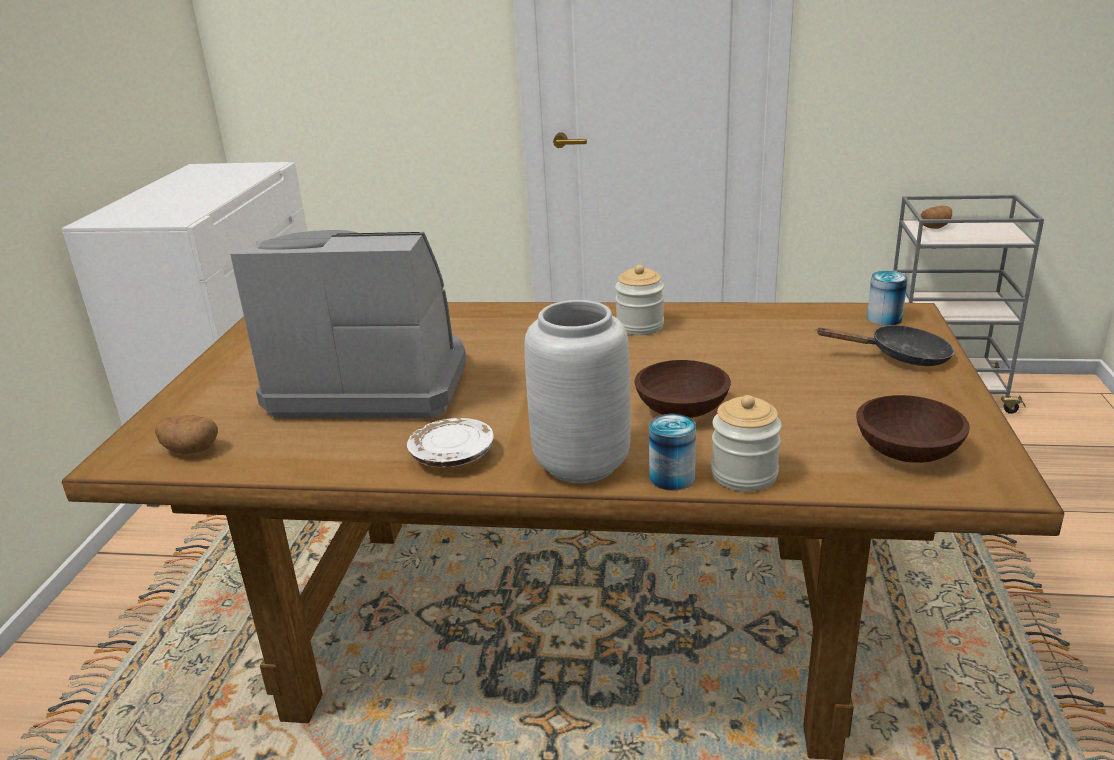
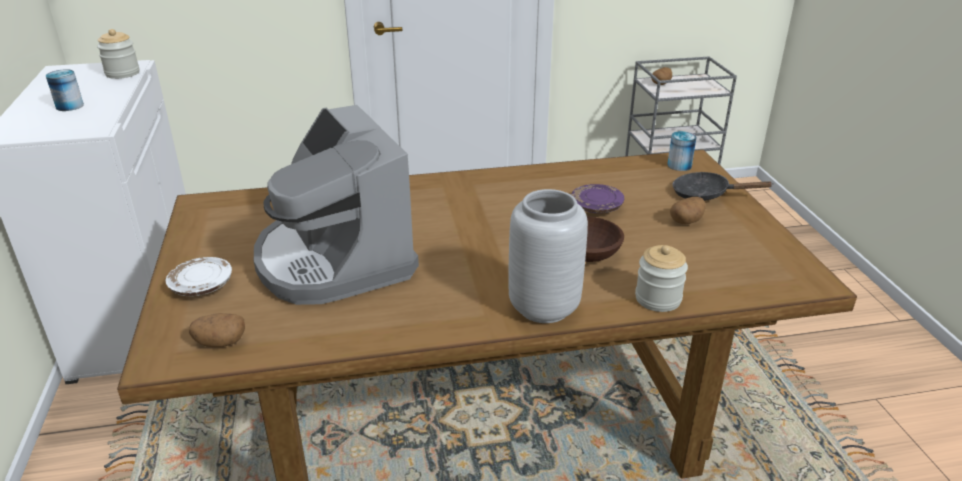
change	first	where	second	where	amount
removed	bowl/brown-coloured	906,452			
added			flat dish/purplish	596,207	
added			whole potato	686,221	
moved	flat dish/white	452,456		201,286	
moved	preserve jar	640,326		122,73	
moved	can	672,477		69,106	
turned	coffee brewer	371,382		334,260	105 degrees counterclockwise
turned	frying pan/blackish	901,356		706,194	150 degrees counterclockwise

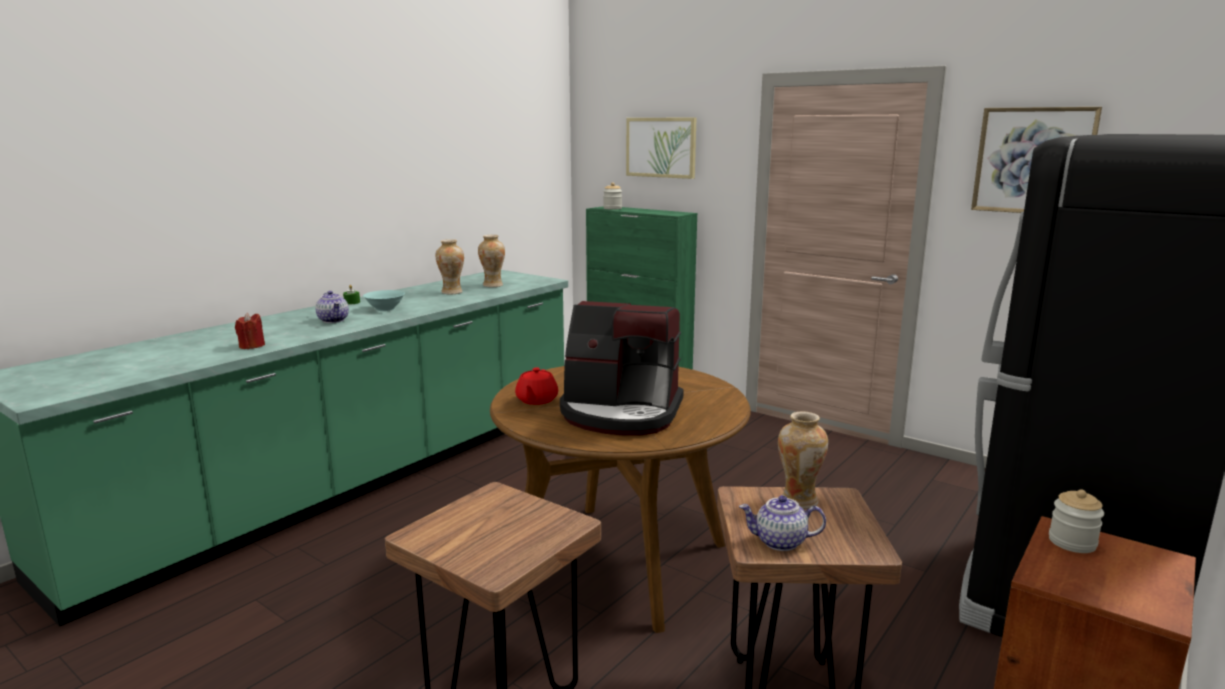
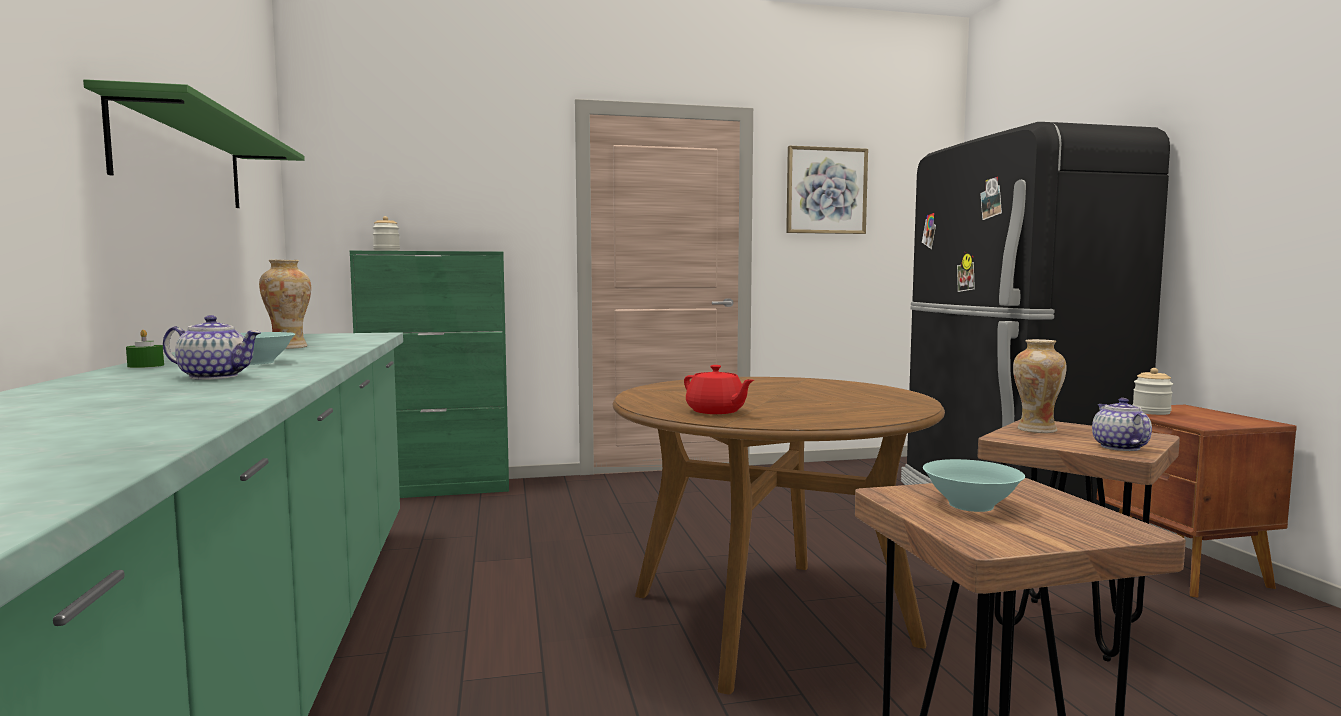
change	first	where	second	where	amount
removed	wax light/reddish	251,346			
removed	vase	493,285			
removed	coffee brewer	621,413			
removed	wall art	661,147			
added			wall shelf/greenish	182,159	
added			bowl/turquoise	970,505	
turned	tea pot	779,542		1119,447	135 degrees clockwise

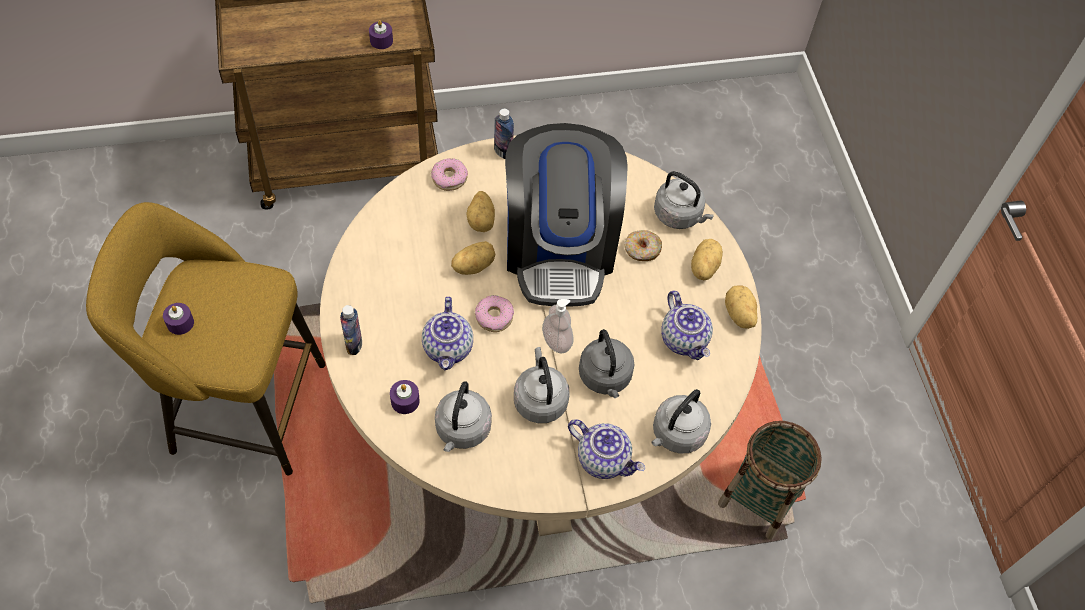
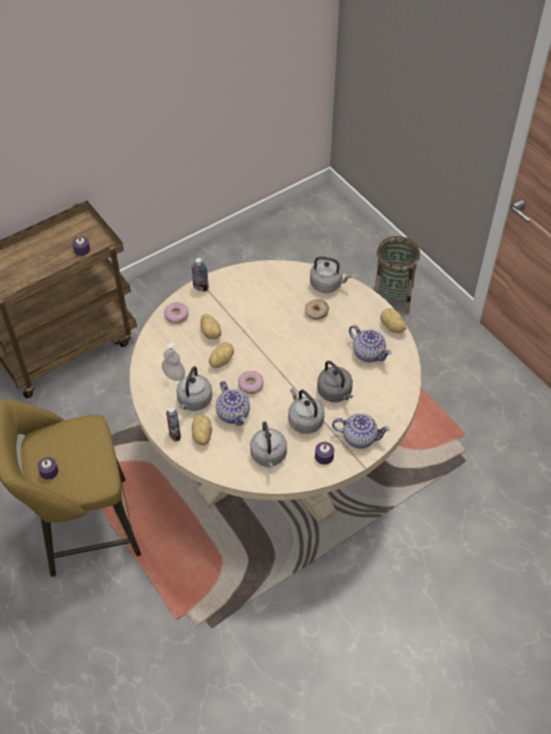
change	first	where	second	where	amount
removed	coffee brewer	559,248			
moved	wax light/purplish	405,401		324,456	
moved	soap dispenser	556,341		174,375	
moved	tea kettle/gray	676,435		194,401	
moved	whole potato	703,267		201,436	
moved	storage basket	759,499		392,297	

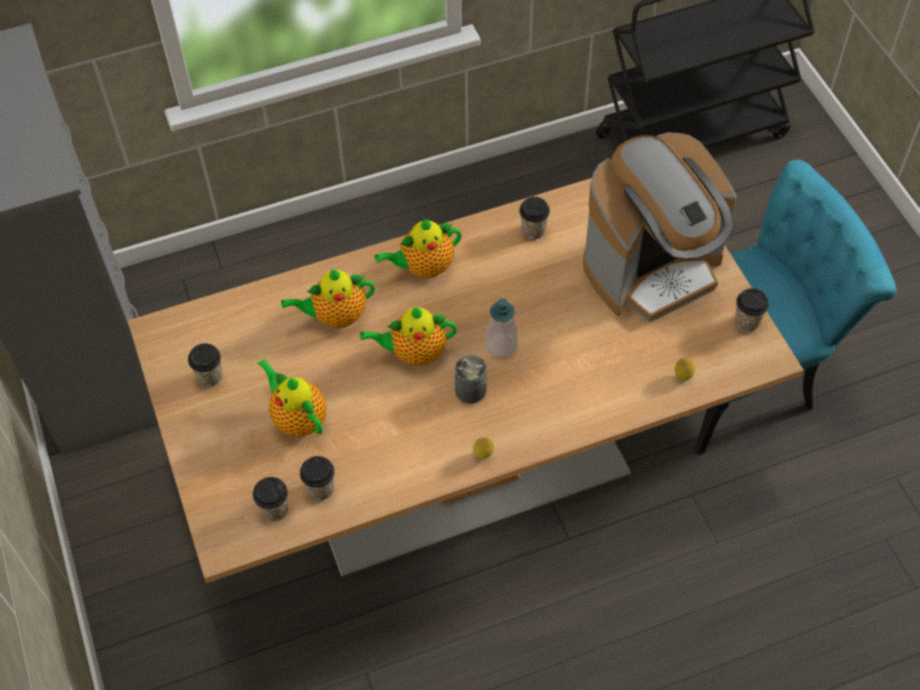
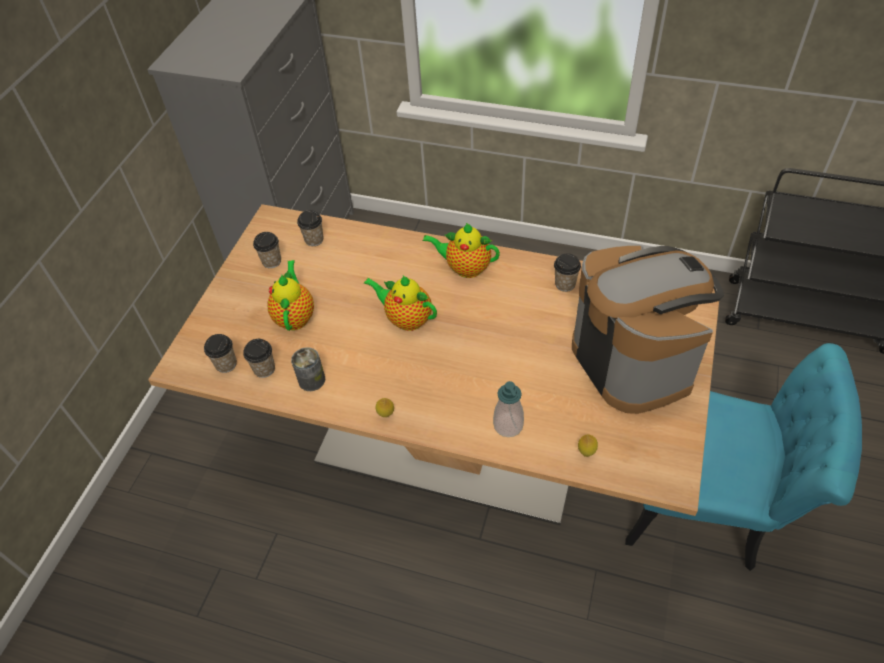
change	first	where	second	where	amount
removed	tea pot	336,316			
moved	can	470,390		311,380	
moved	soap dispenser	501,345		508,425	
moved	small cup	746,322		314,240	
turned	coffee brewer	653,269		633,360	120 degrees counterclockwise

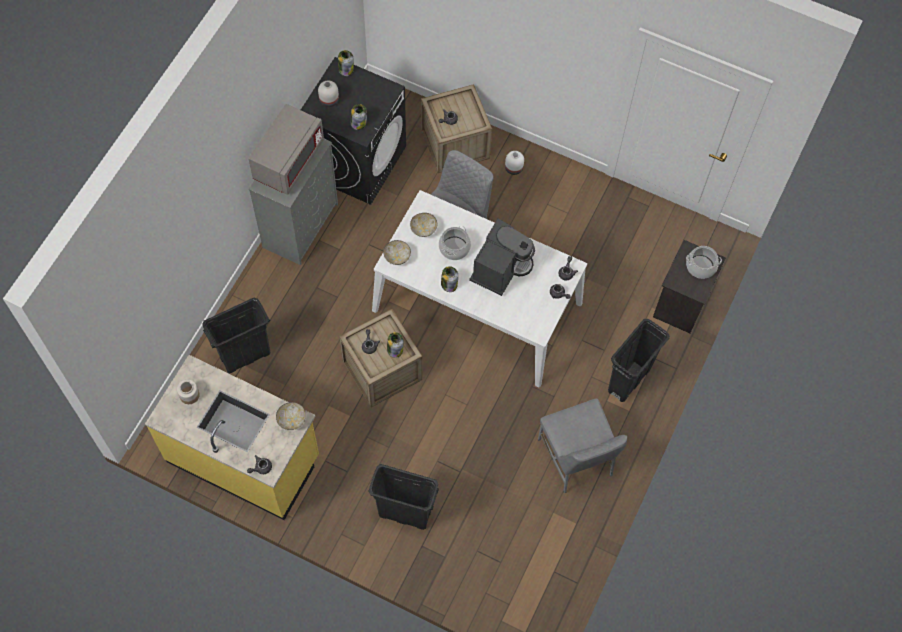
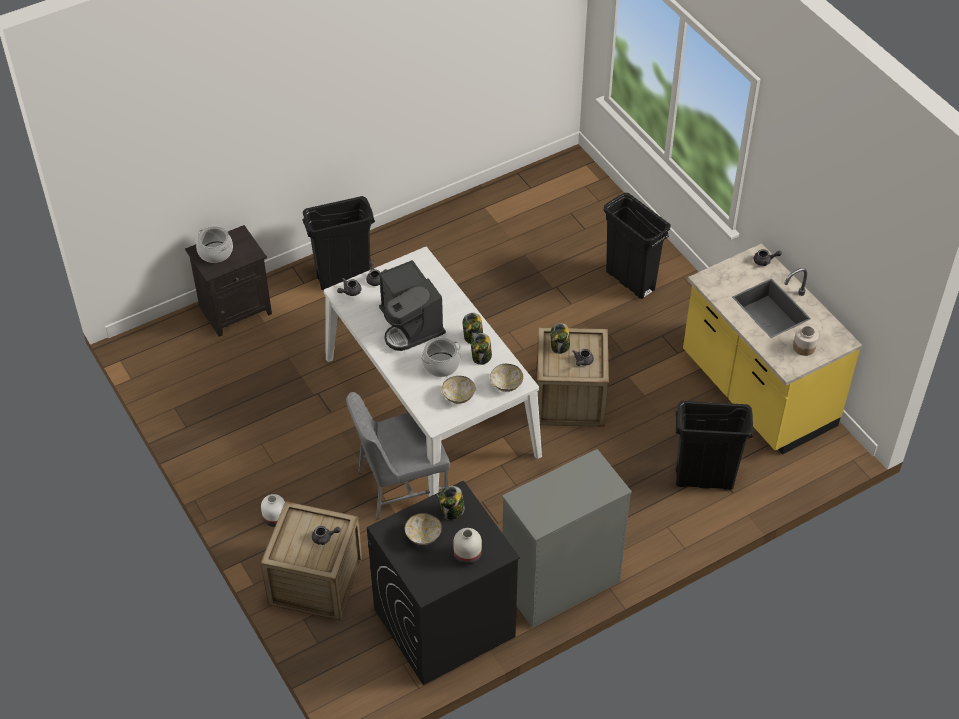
change	first	where	second	where	amount
removed	microwave/gray	289,161			
removed	upright chair/gray	576,458			
moved	bowl	291,420		424,536	
moved	preserve jar	345,69		481,357	
turned	coffee brewer	500,268		410,325	90 degrees counterclockwise

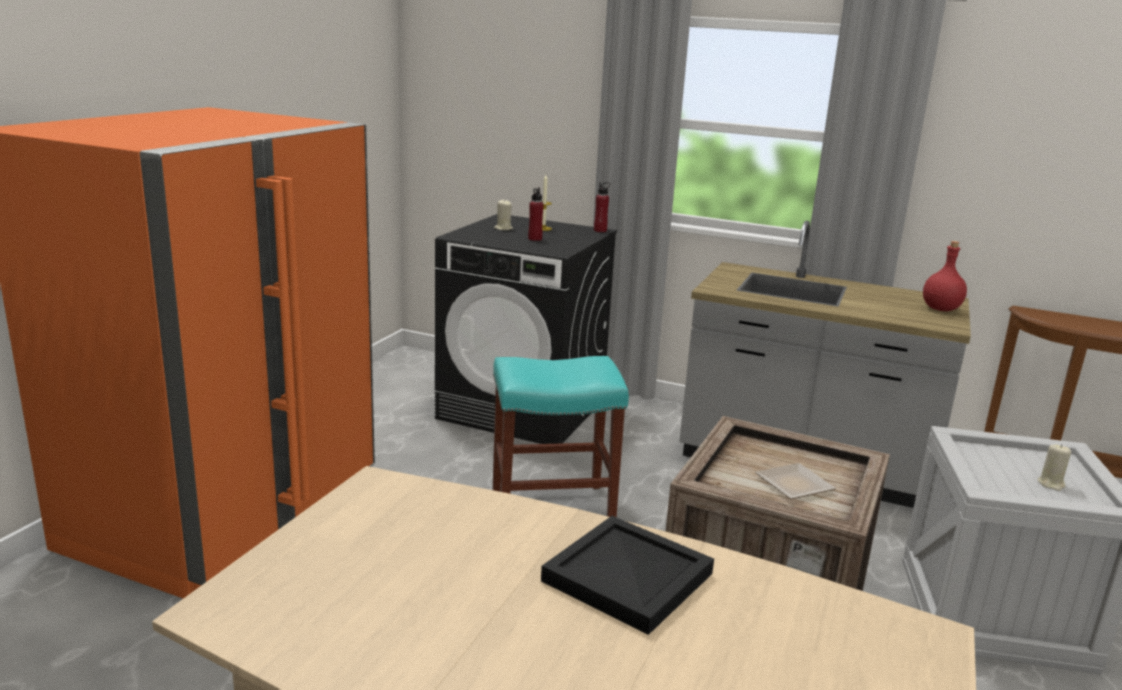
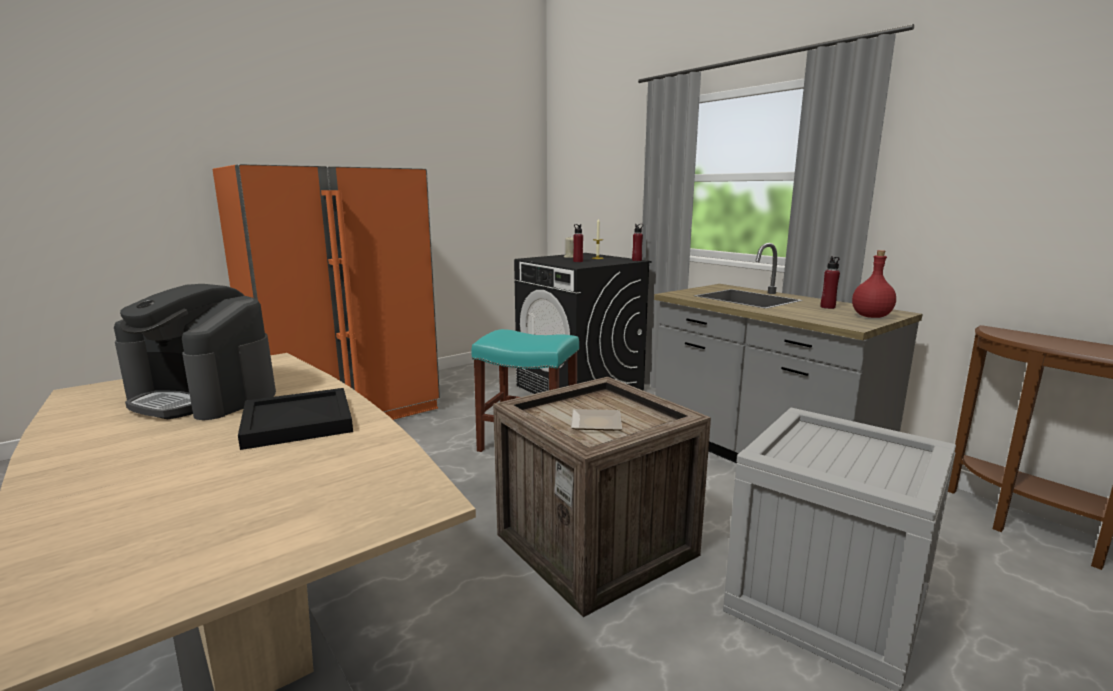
change	first	where	second	where	amount
removed	wax light/beige	1051,484			
added			coffee brewer	204,397	
added			drink bottle/reddish	827,307	

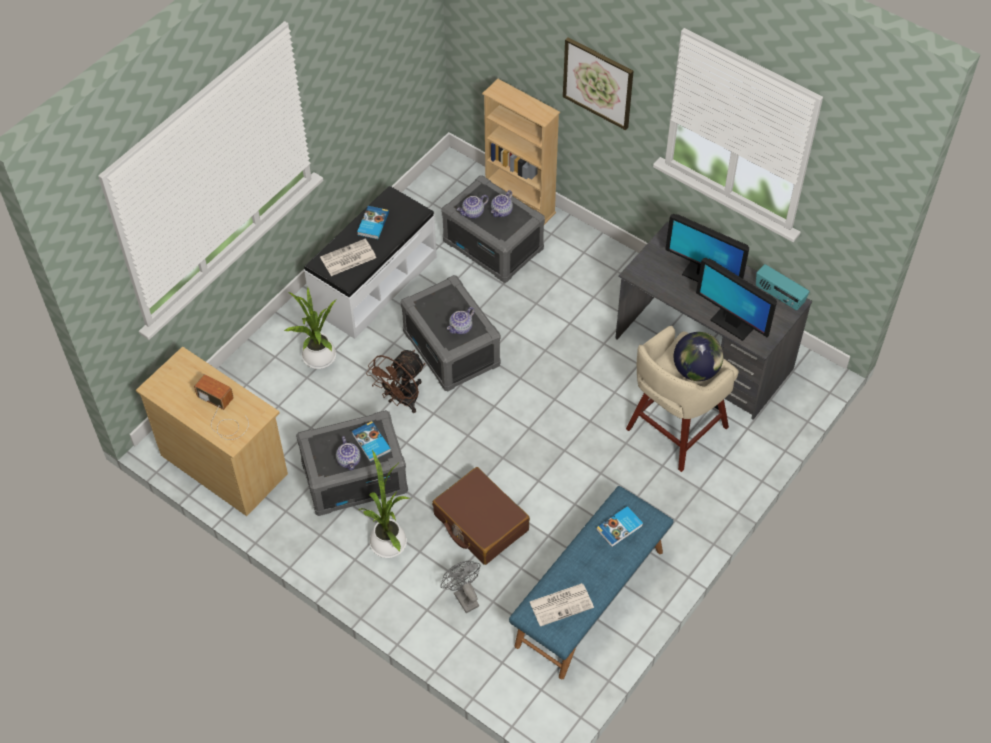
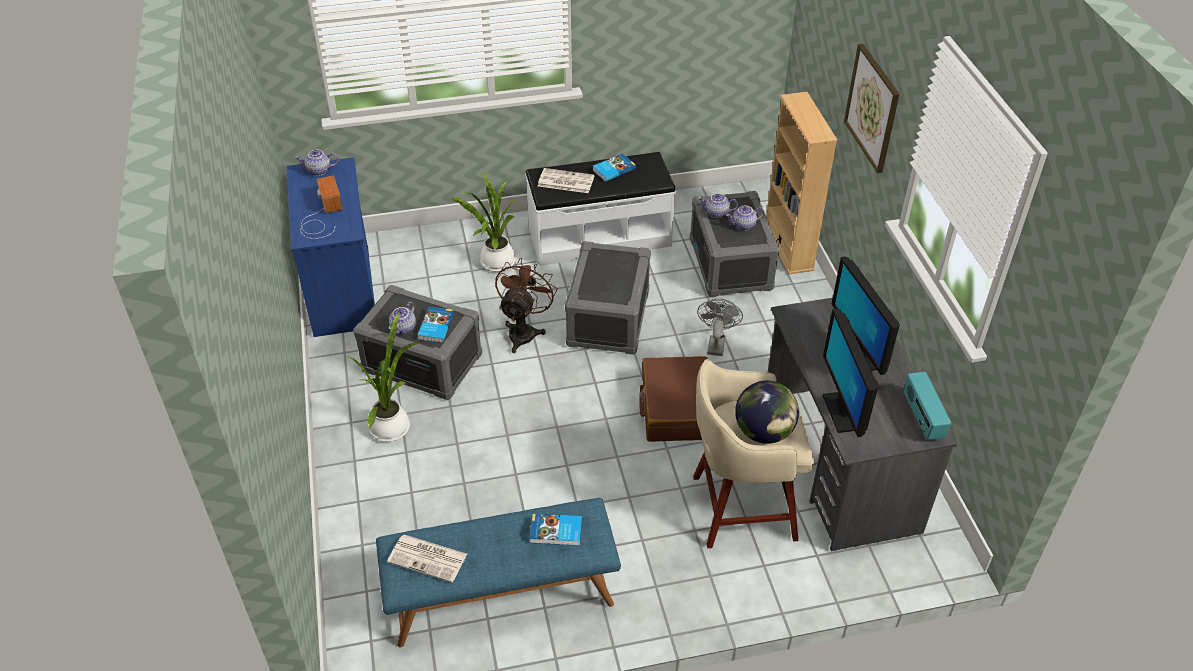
change	first	where	second	where	amount
moved	suitcase/brown-coloured	480,523		676,408	
moved	fan/gray	463,596		716,343	
moved	tea pot	461,327		319,170	
recoloured	dresser/beige	223,464	dresser/blue-coloured	342,291	
turned	fan/brown-coloured	402,400		524,331	120 degrees clockwise

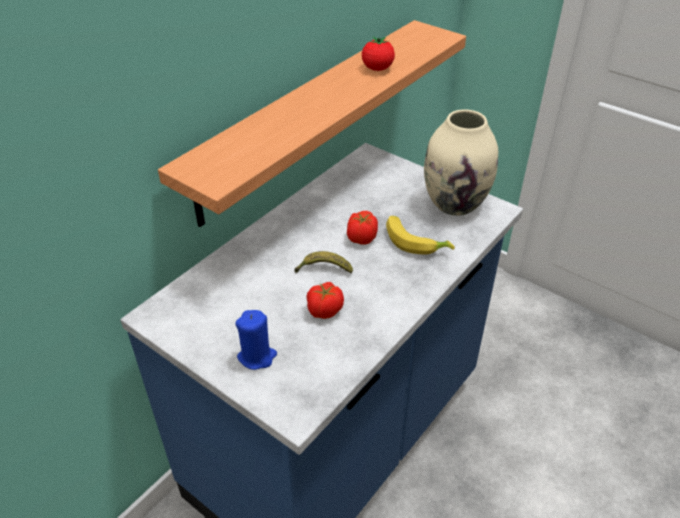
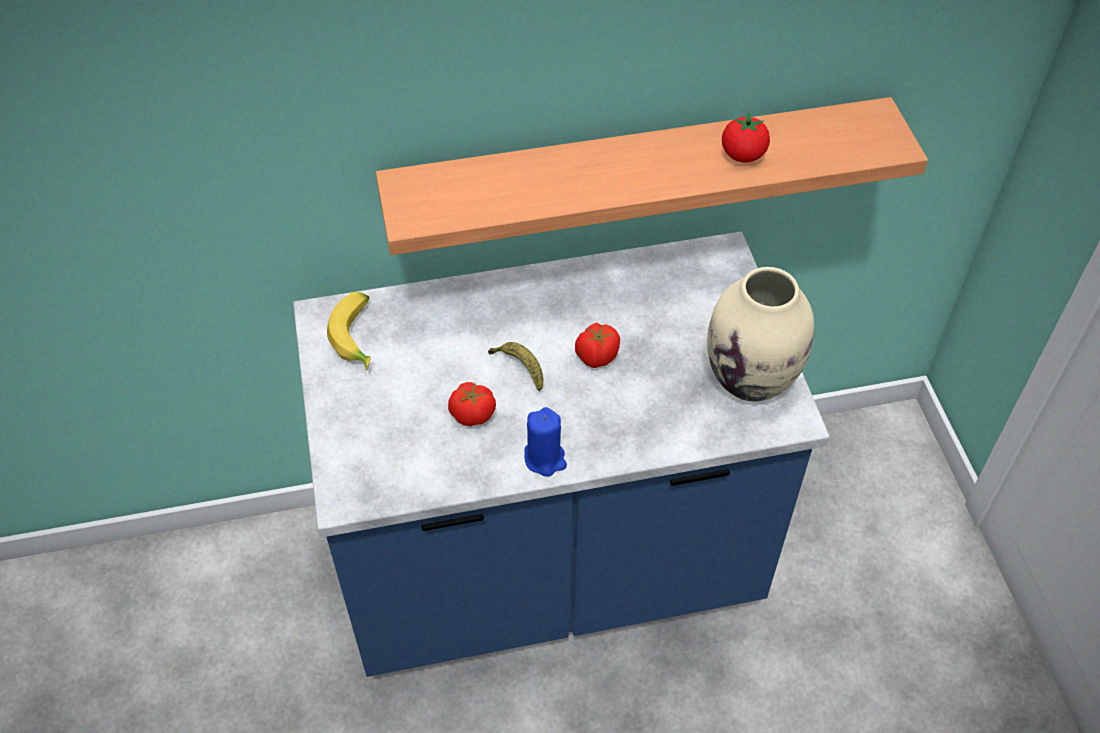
change	first	where	second	where	amount
moved	wax light/blue-coloured	257,356		545,458	
moved	banana fruit	415,241		359,337	

